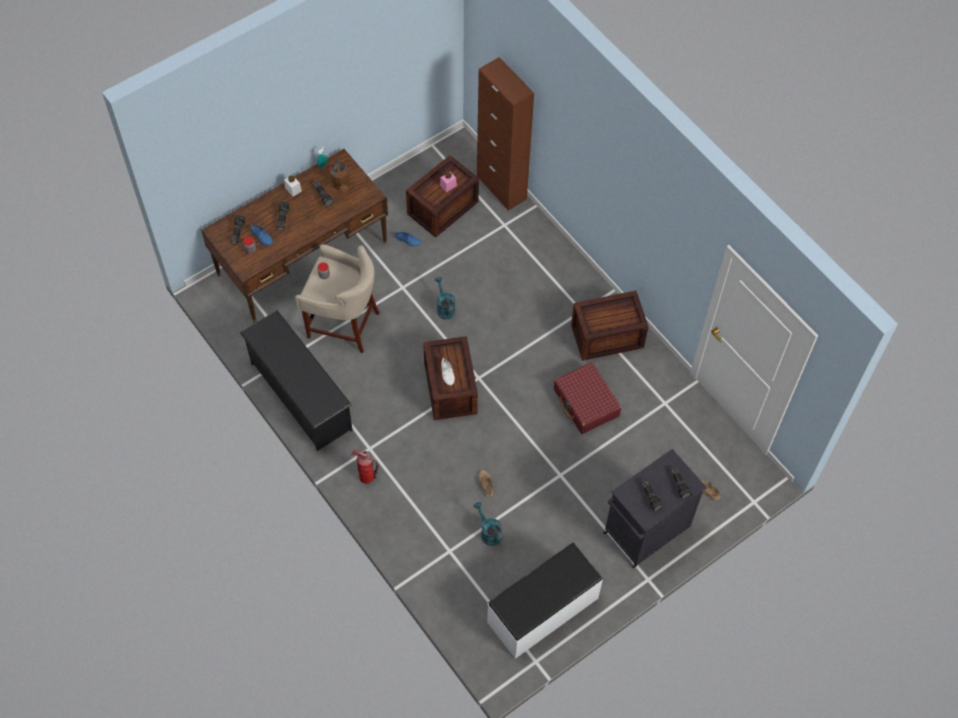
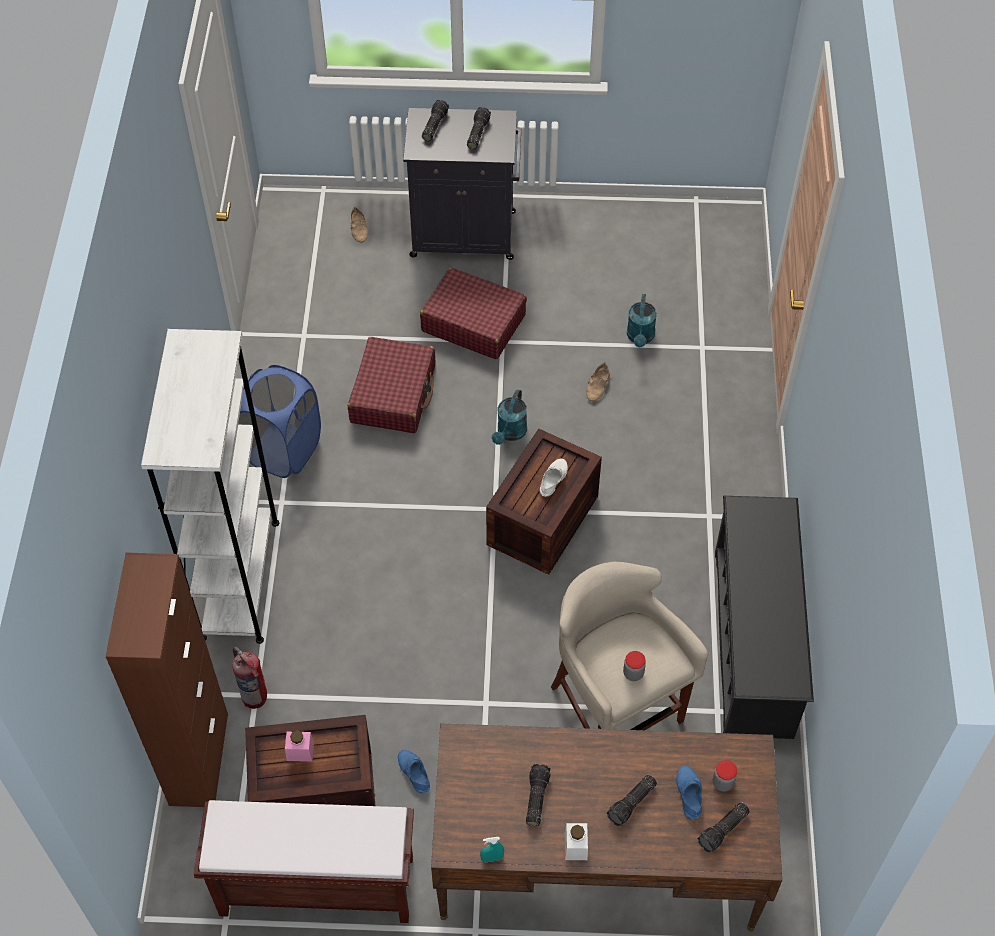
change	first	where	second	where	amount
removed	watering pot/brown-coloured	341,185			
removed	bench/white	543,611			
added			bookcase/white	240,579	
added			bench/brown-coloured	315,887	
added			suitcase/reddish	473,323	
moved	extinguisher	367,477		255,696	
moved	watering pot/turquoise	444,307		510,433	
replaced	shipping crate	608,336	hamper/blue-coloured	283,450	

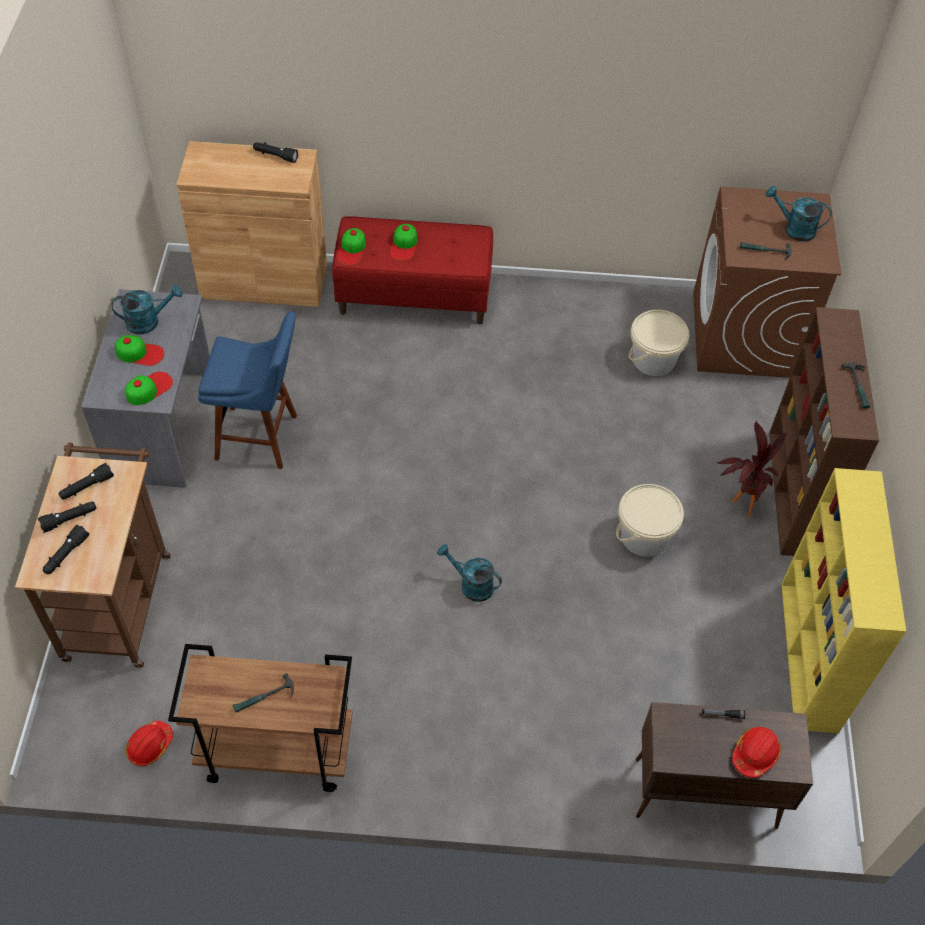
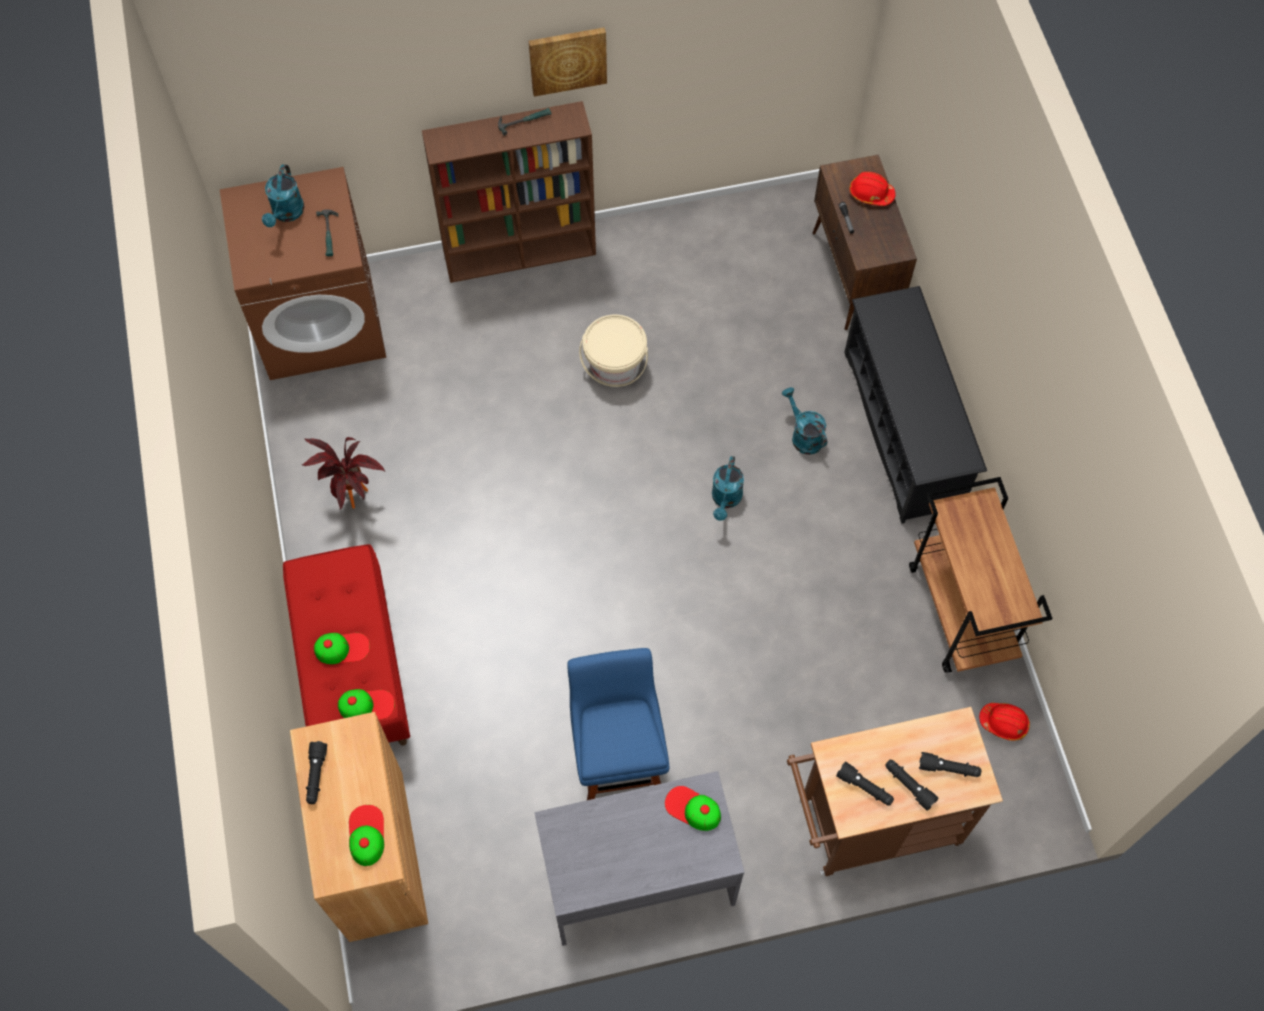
change	first	where	second	where	amount
removed	hammer	264,698			
removed	bucket/beige	653,359			
removed	bookcase/yellow-coloured	809,657			
added			wall art	567,59	
added			shoe shelf/blackish	903,429	
moved	watering pot/turquoise	149,321		803,435	
moved	peaked cap	140,353		366,835	
moved	plant in a pot	738,504		355,502	

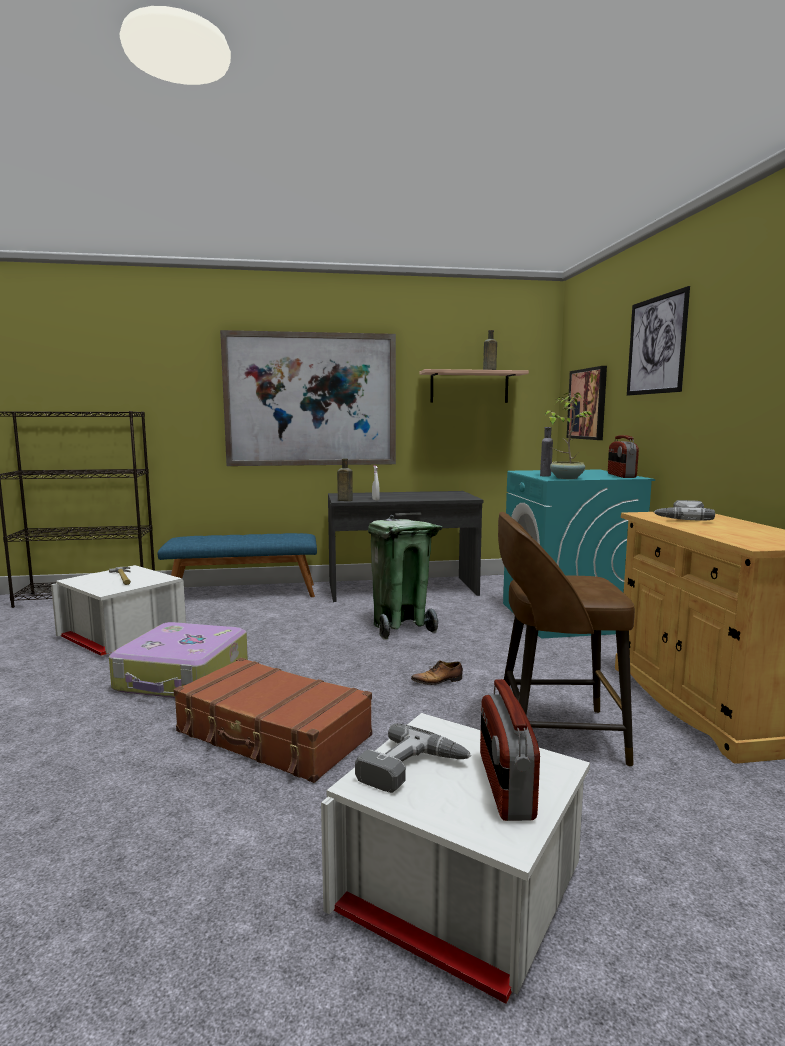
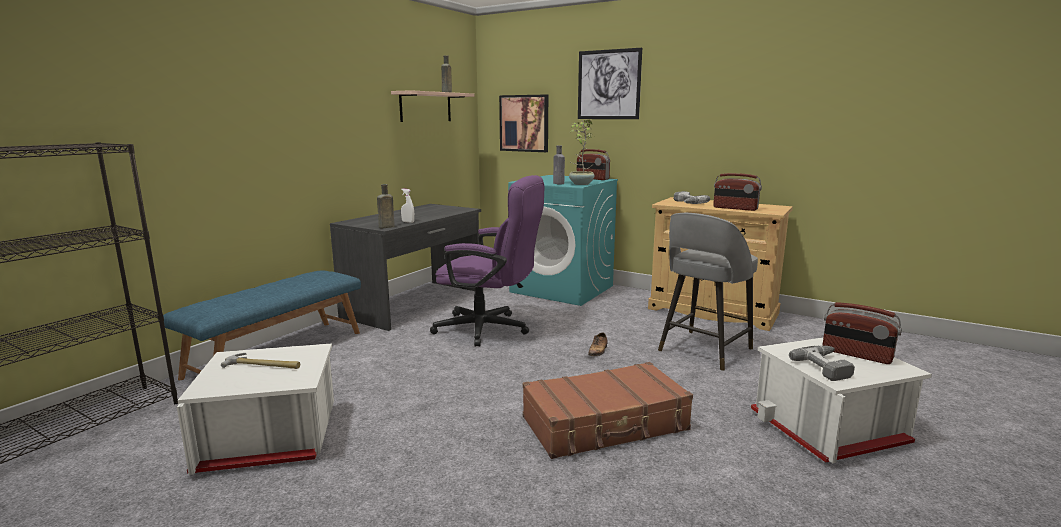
change	first	where	second	where	amount
removed	suitcase	183,677			
removed	wall art	311,400			
added			radio receiver	735,208	
replaced	rubbish bin/greenish	400,627	computer chair/purplish	490,329	
recoloured	stool seat/brown-coloured	554,734	stool seat/gray	703,350	

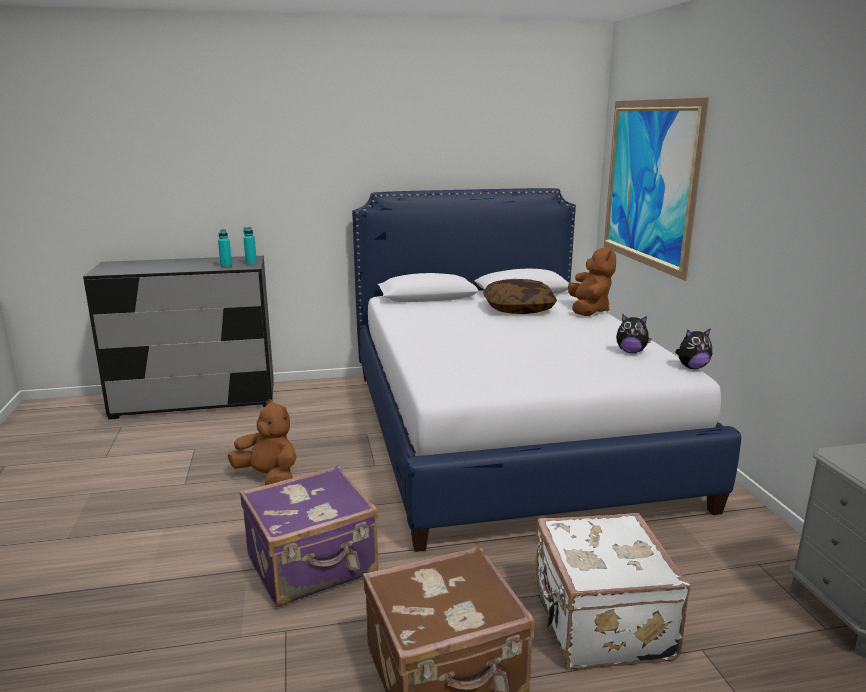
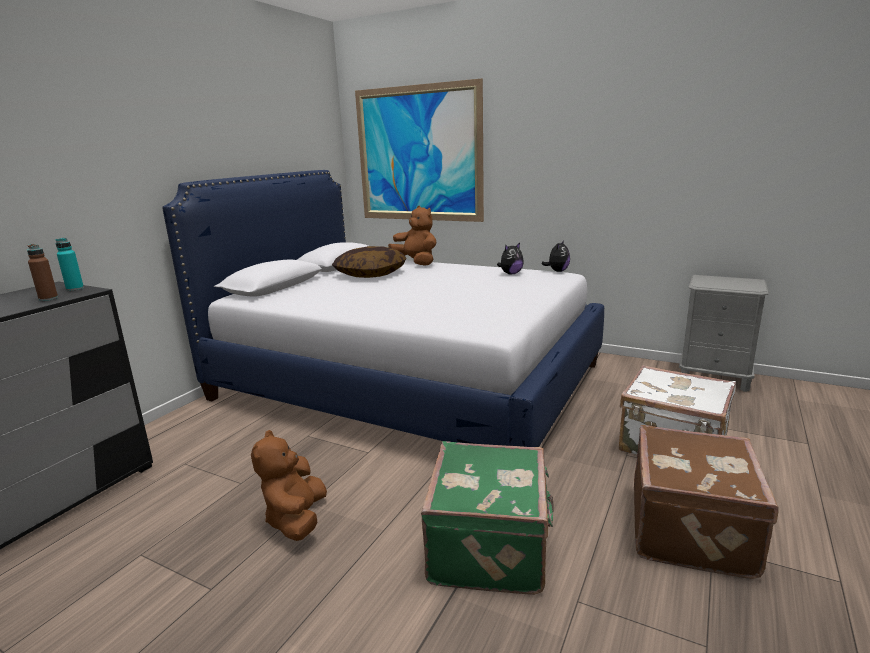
change	first	where	second	where	amount
recoloured	drink bottle/turquoise	226,266	drink bottle/brown-coloured	48,299	
recoloured	suitcase/purplish	313,566	suitcase/greenish	491,546	
turned	soft toy/brown-coloured	269,478		296,519	75 degrees counterclockwise

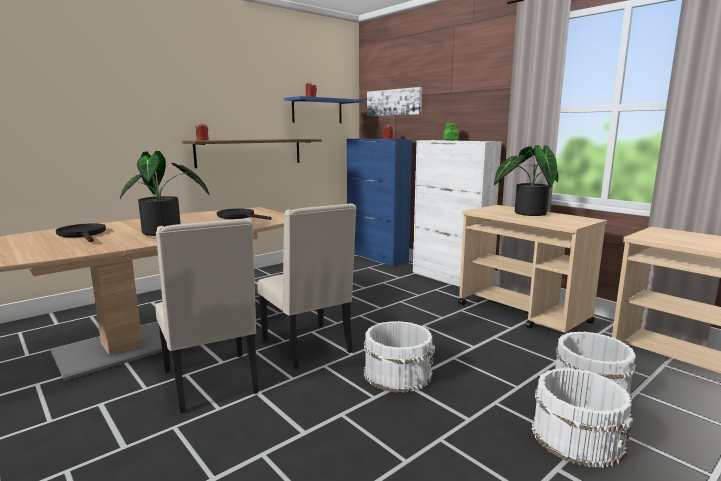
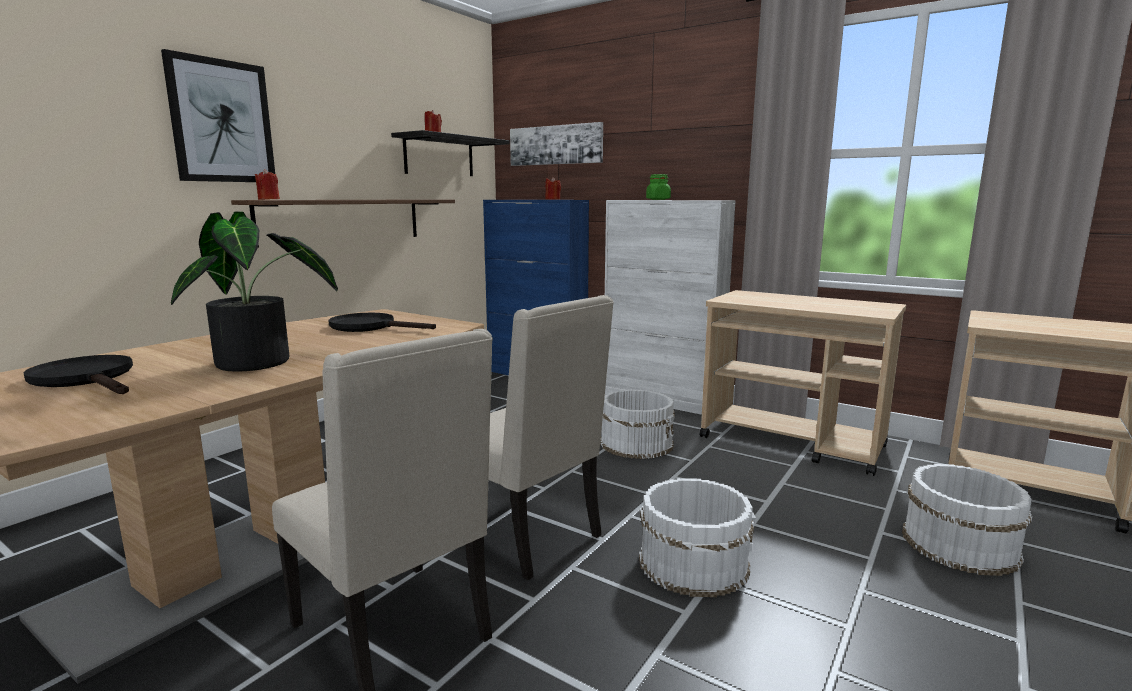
change	first	where	second	where	amount
removed	plant in a pot	526,213			
added			wall art	221,121	
moved	bucket/white	577,437		637,443	
recoloured	wall shelf/blue-coloured	317,111	wall shelf/blackish	439,156	

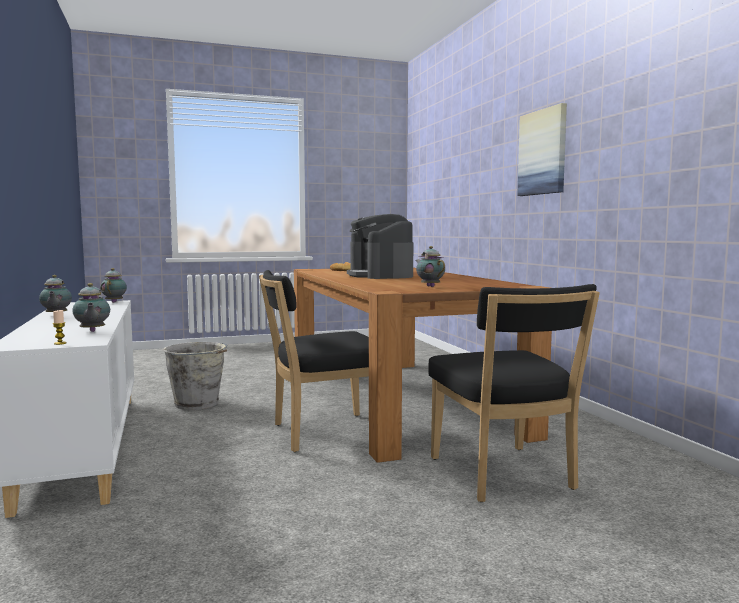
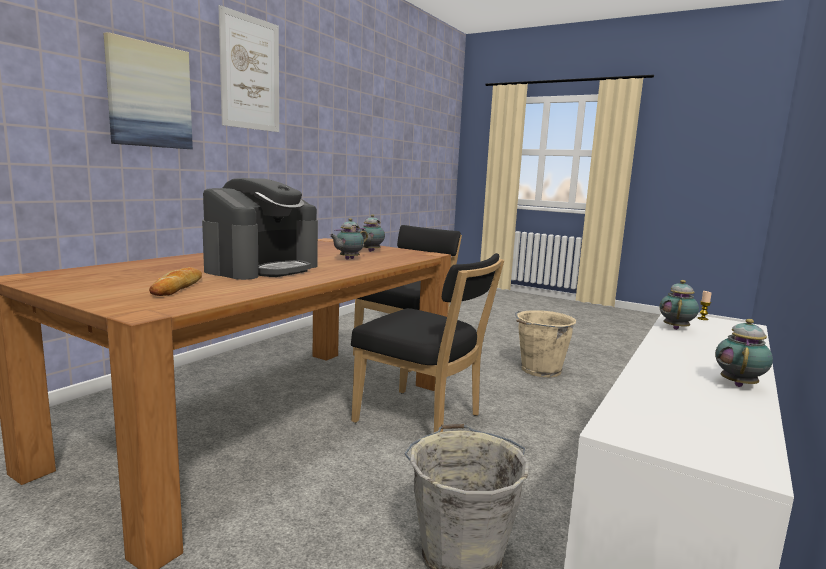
change	first	where	second	where	amount
added			wall art	250,73	
added			bucket/beige	539,370	
moved	tea pot	115,302		348,259	

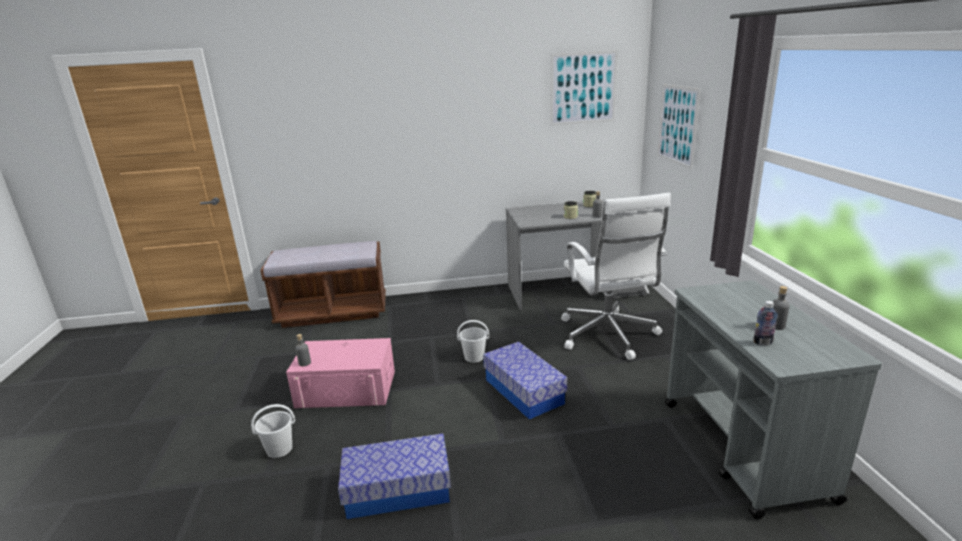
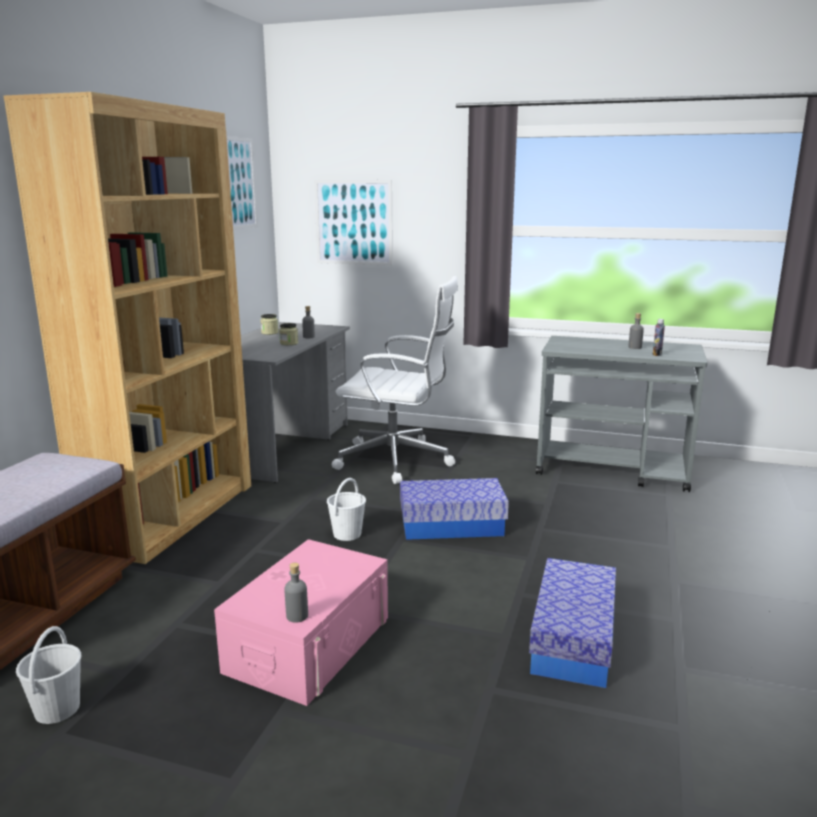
change	first	where	second	where	amount
added			bookcase/brown-coloured	172,515	
moved	bucket/white	280,449		57,708	

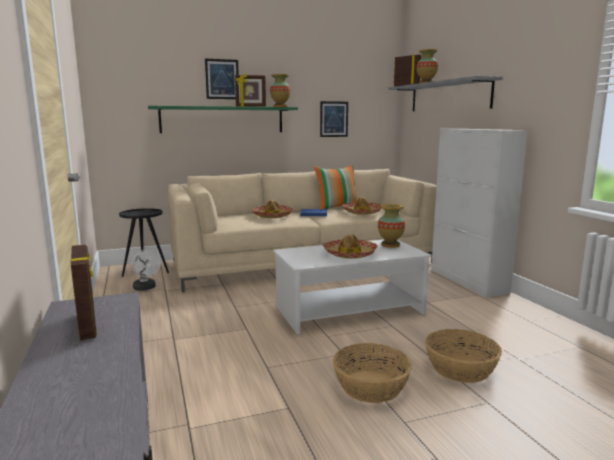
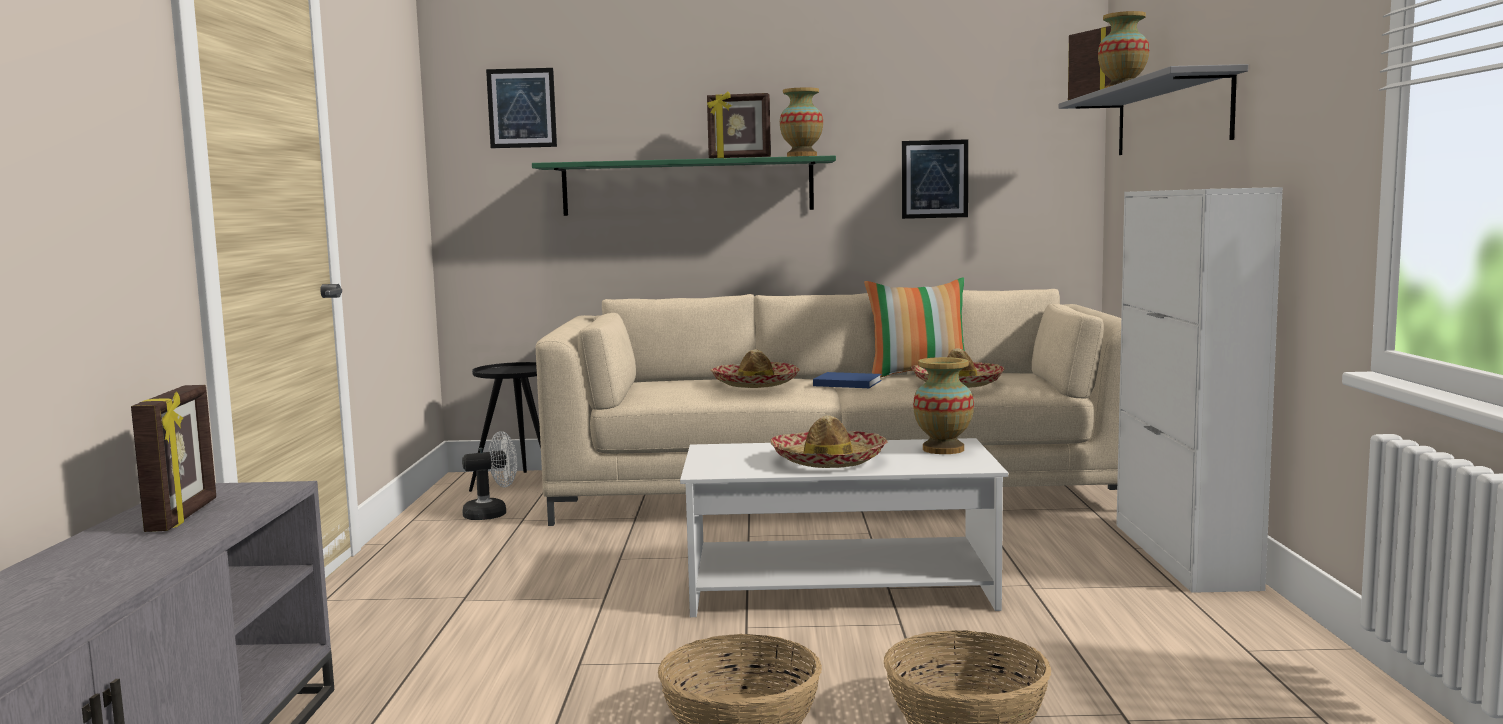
change	first	where	second	where	amount
moved	wall art	222,79		522,108	
turned	fan/white	146,288		492,514	90 degrees counterclockwise

